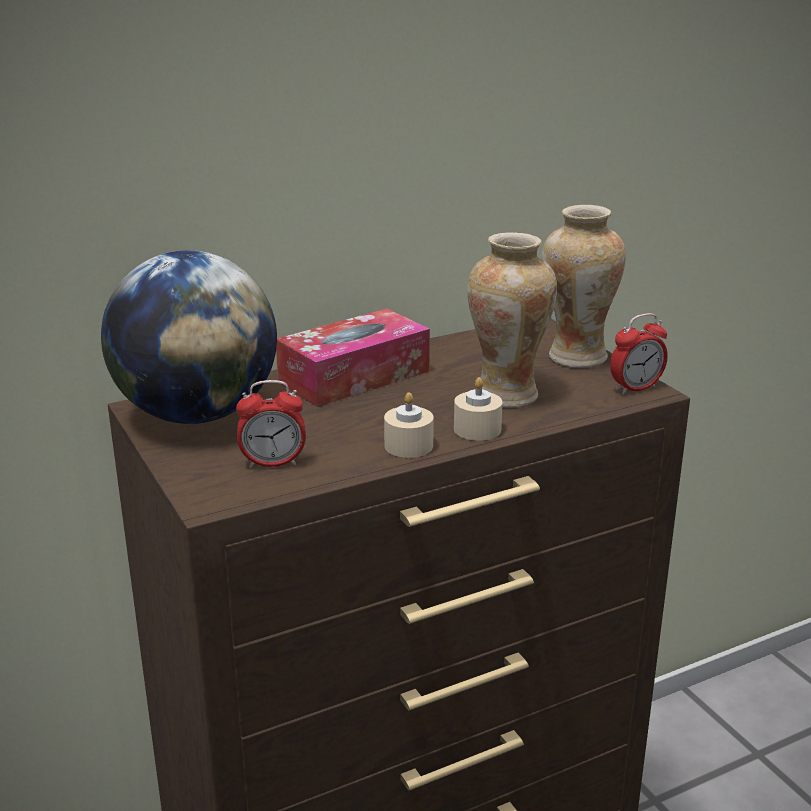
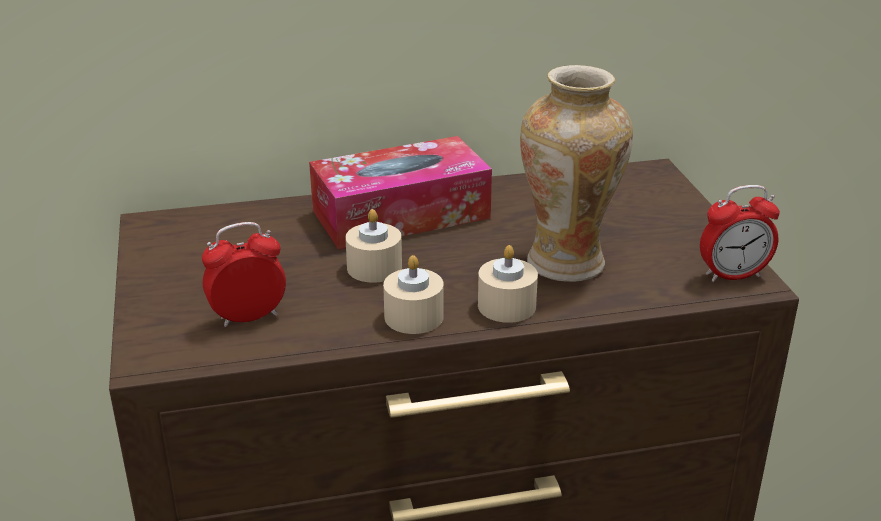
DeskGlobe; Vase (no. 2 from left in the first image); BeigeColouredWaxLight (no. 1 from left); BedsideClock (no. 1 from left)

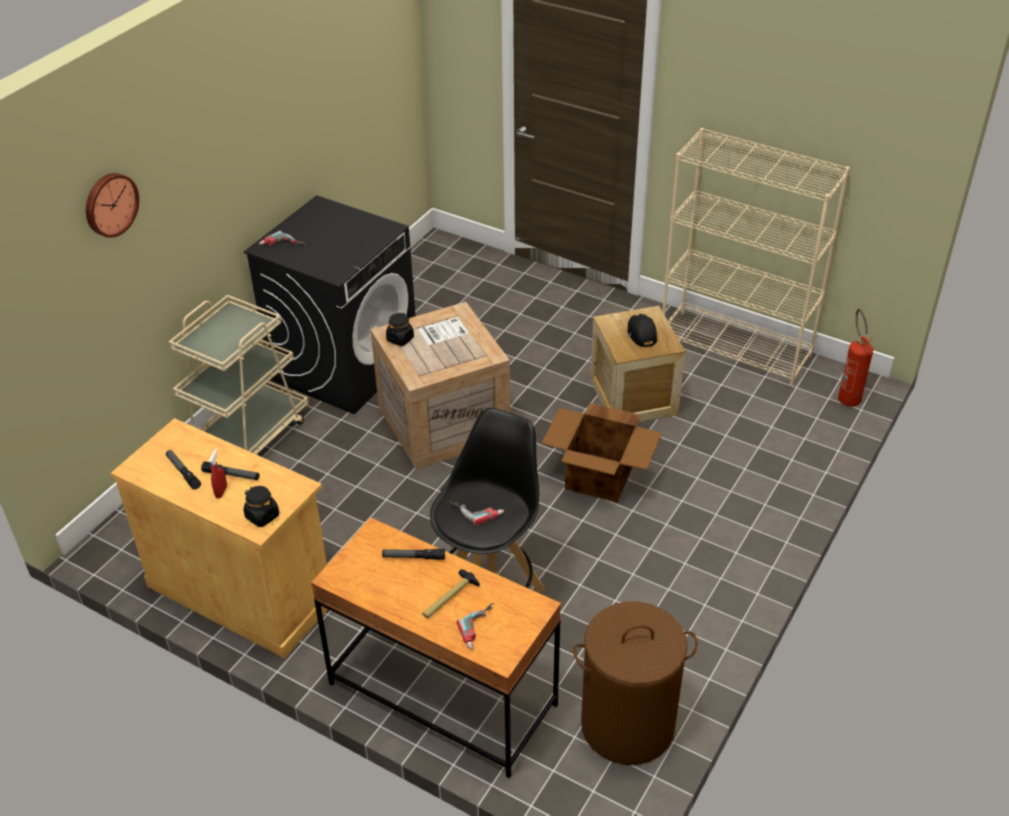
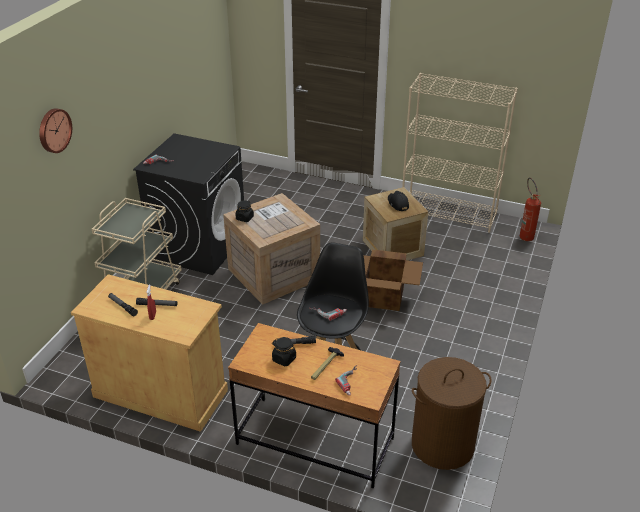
BlackishStorageJar (no. 2 from left)

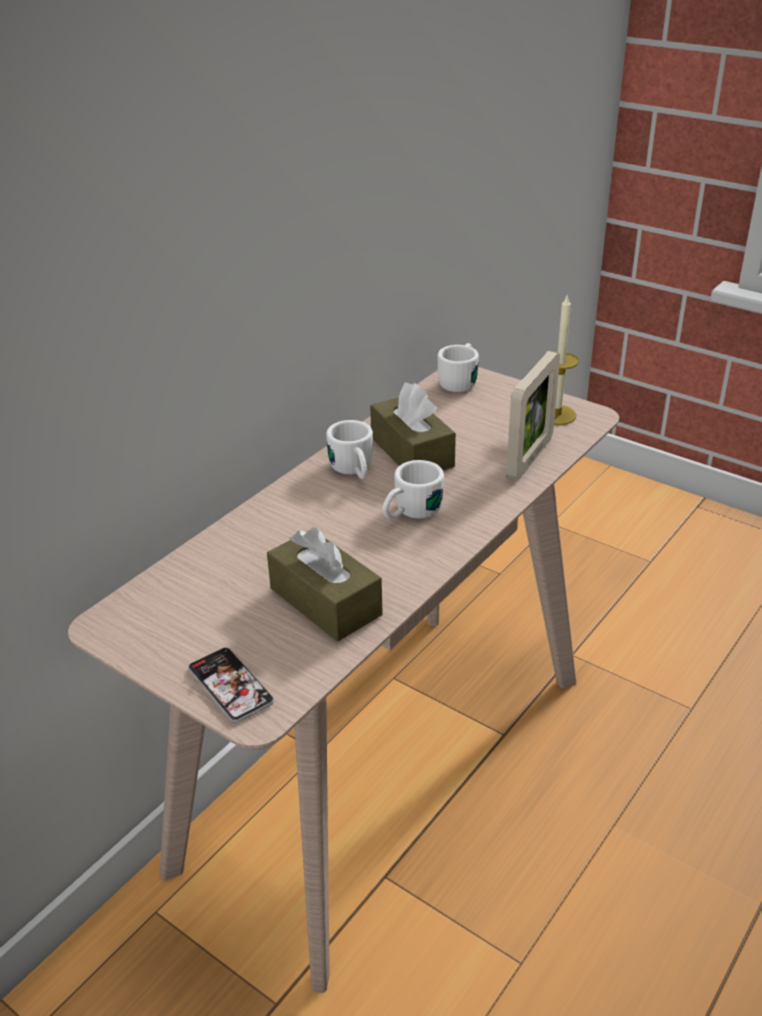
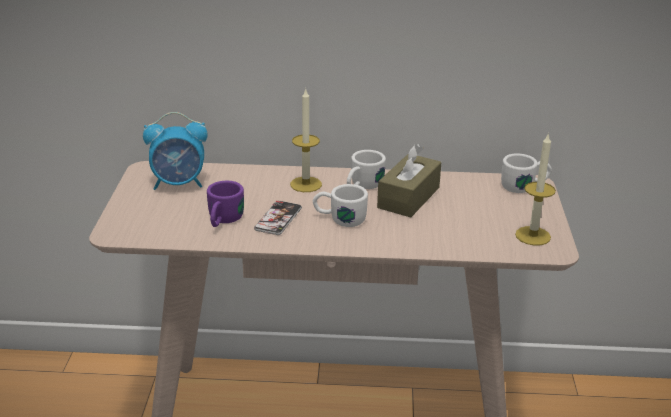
StandingFrame; BedsideClock; WaxLight (no. 1 from left); Telephone; PurpleColouredTeaMug

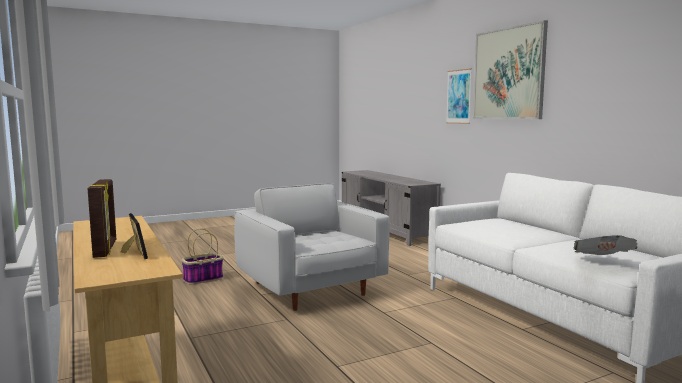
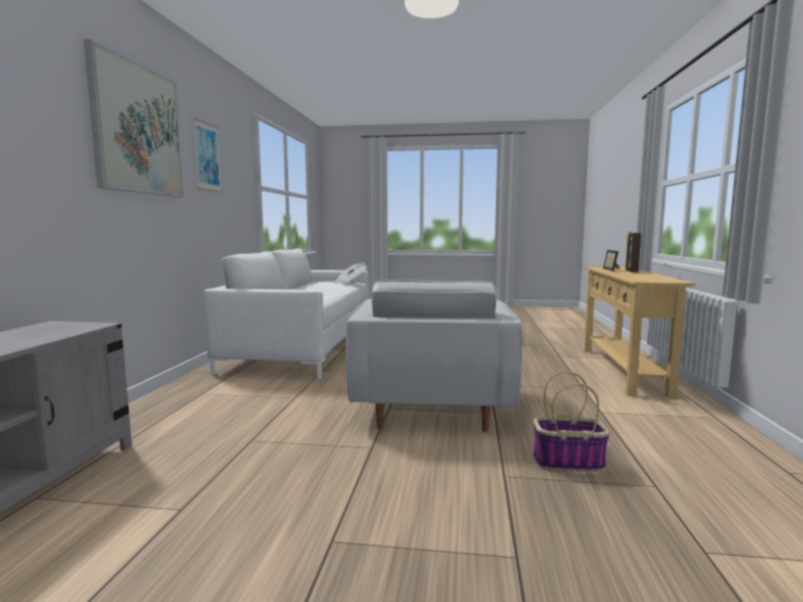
Picture (no. 2 from left)

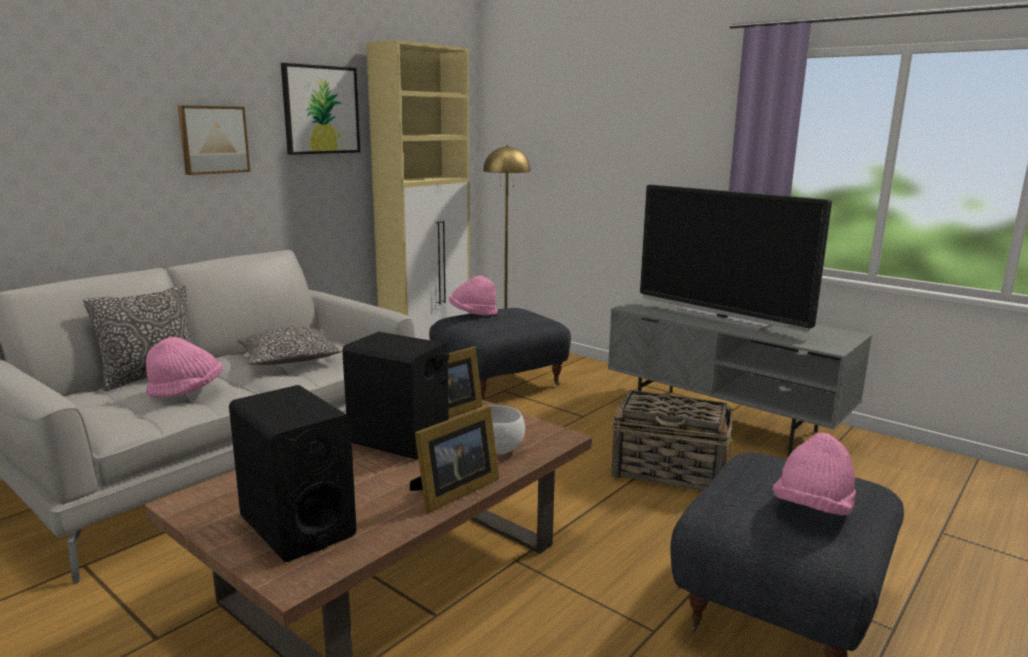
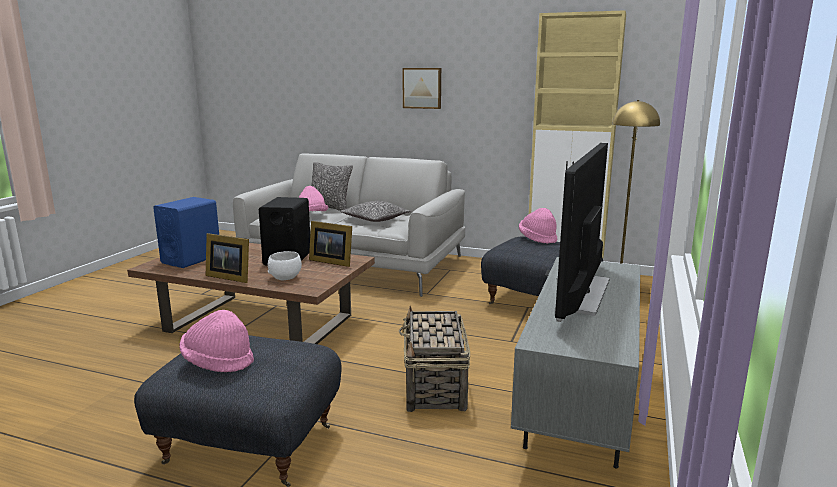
Picture (no. 2 from left in the first image); BluishSpeaker

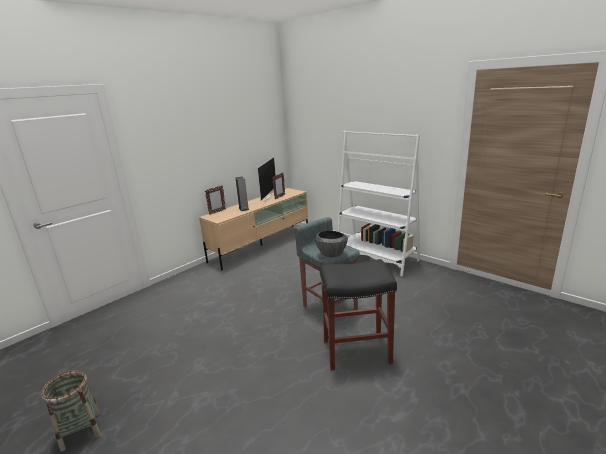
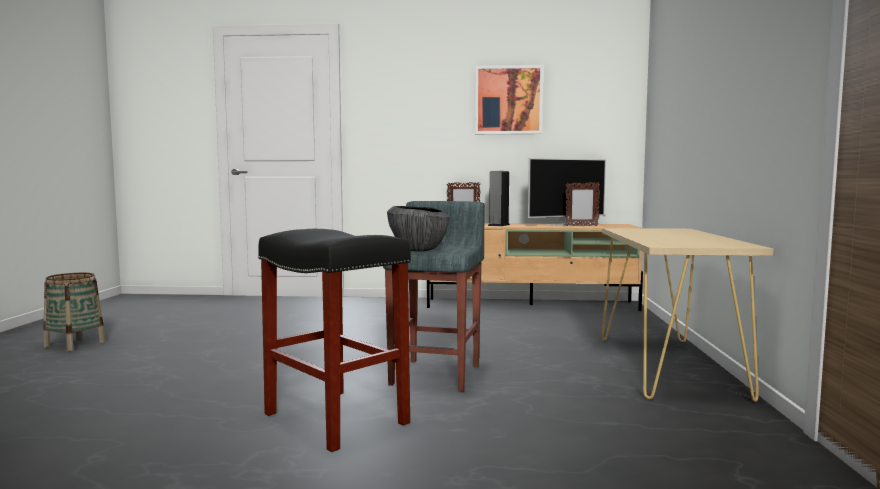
Picture; BeigeColouredConsoleTable

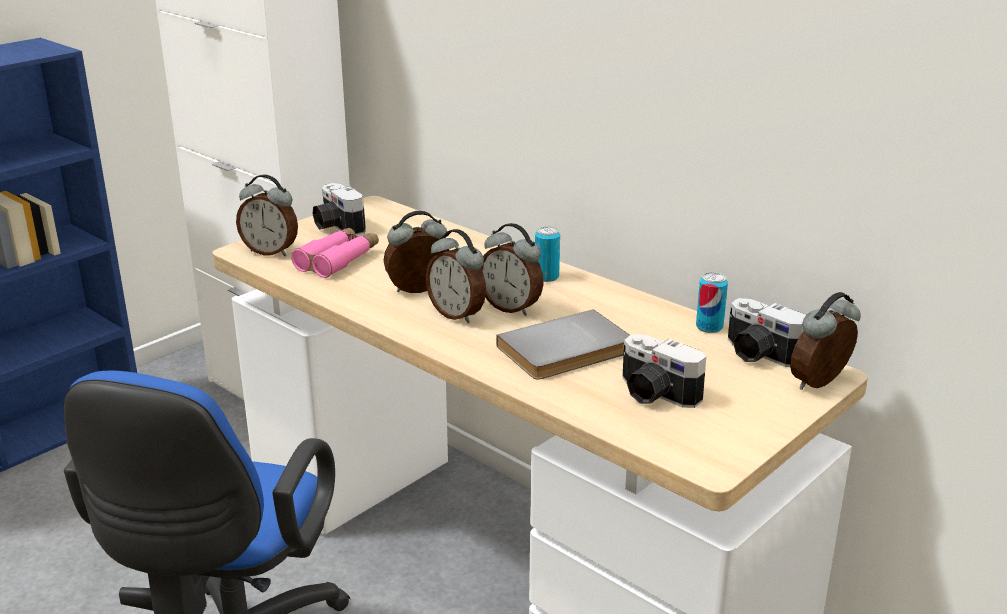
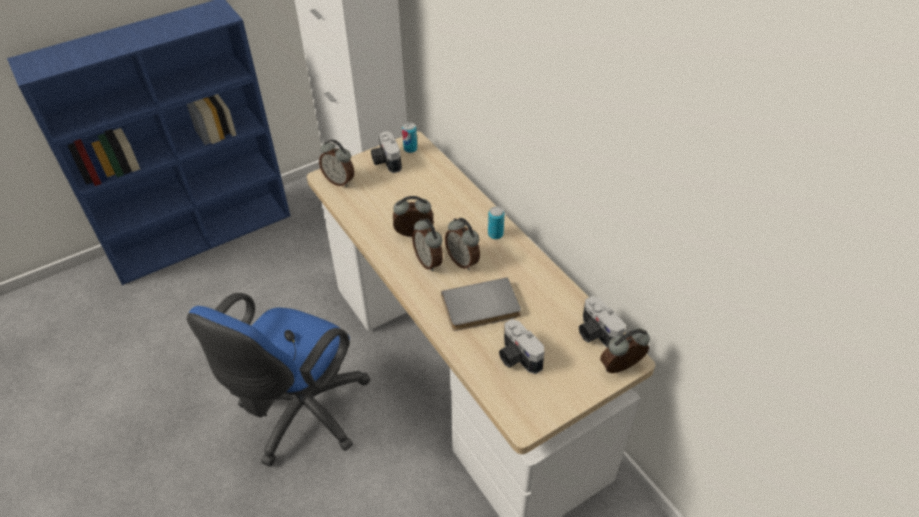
PinkColouredPairOfBinoculars; SealedCan (no. 1 from left)

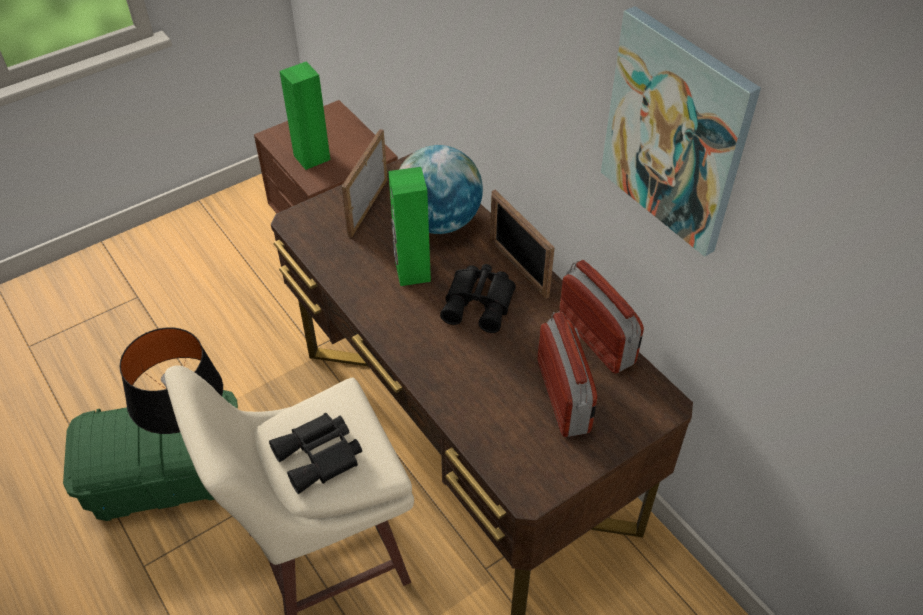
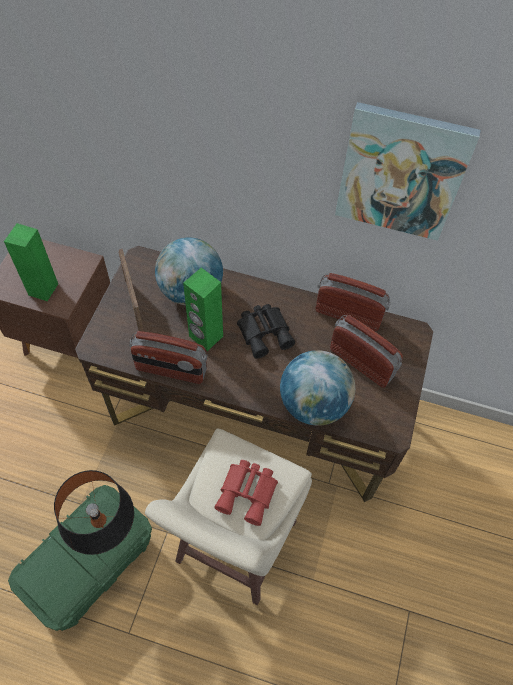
StandingFrame (no. 2 from left in the first image); Radio (no. 1 from left); DeskGlobe (no. 2 from left); ReddishPairOfBinoculars

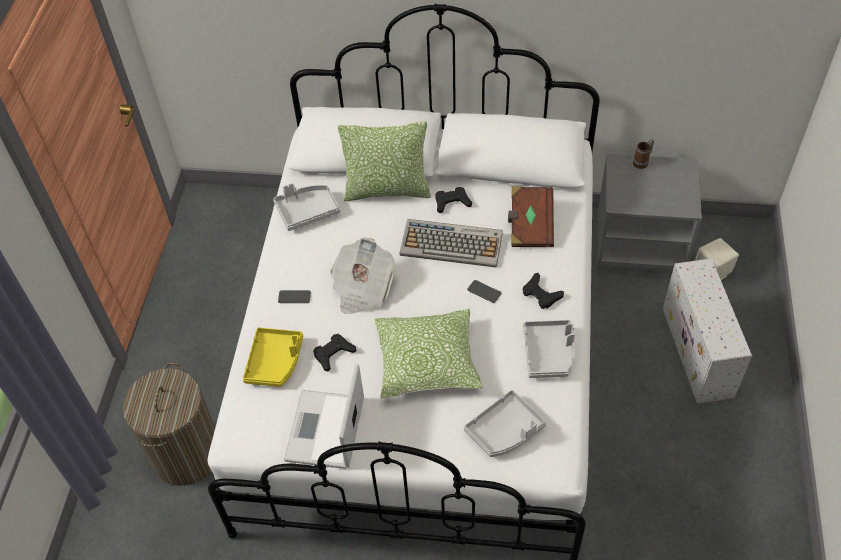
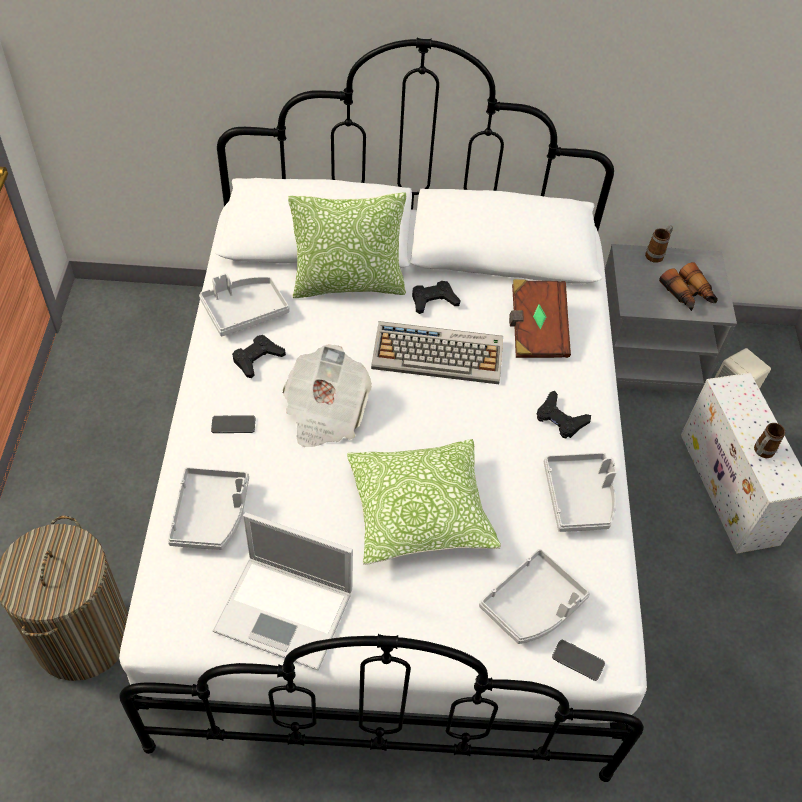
PairOfBinoculars; TeaMug (no. 2 from left); BlackishJoypad (no. 1 from left); Telephone (no. 2 from left); GreyServingTray (no. 1 from left); NotebookComputer

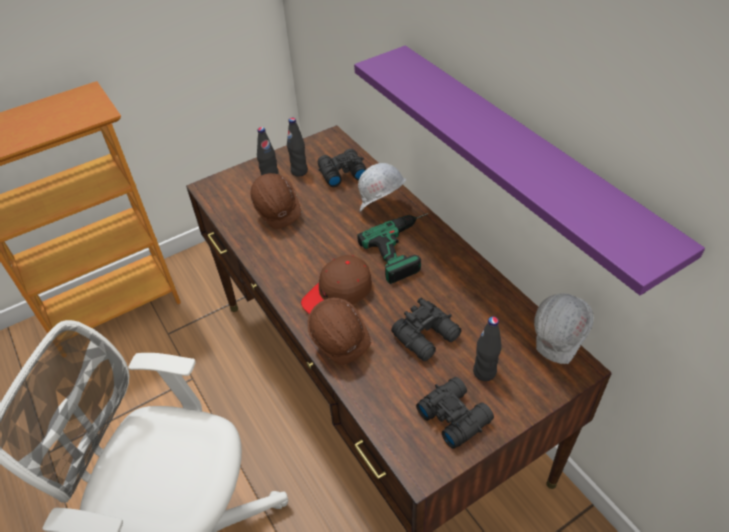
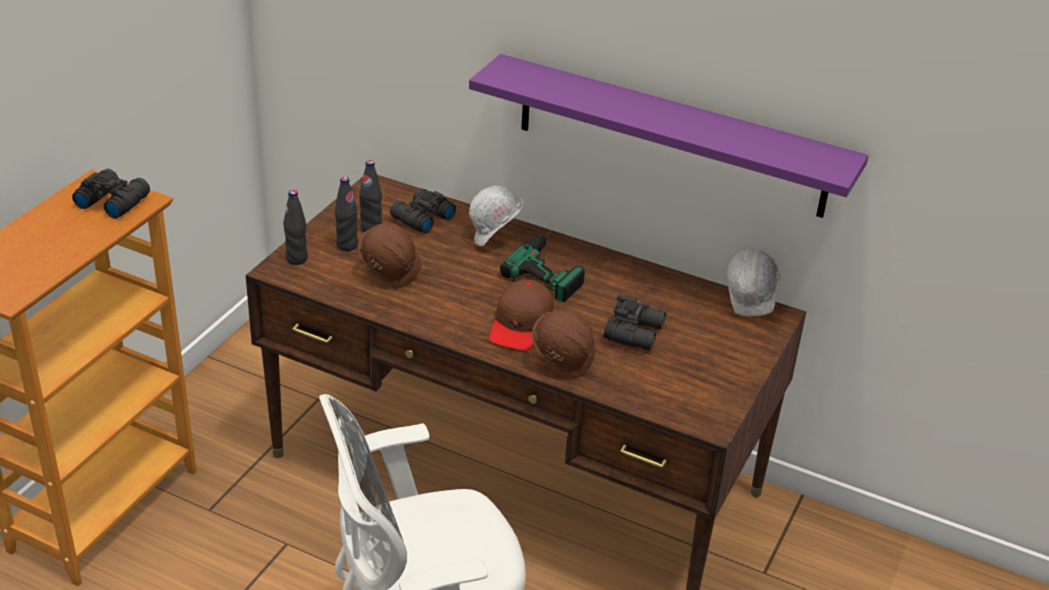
BlackishPairOfBinoculars (no. 1 from left); BlackishBeverageBottle (no. 1 from left)

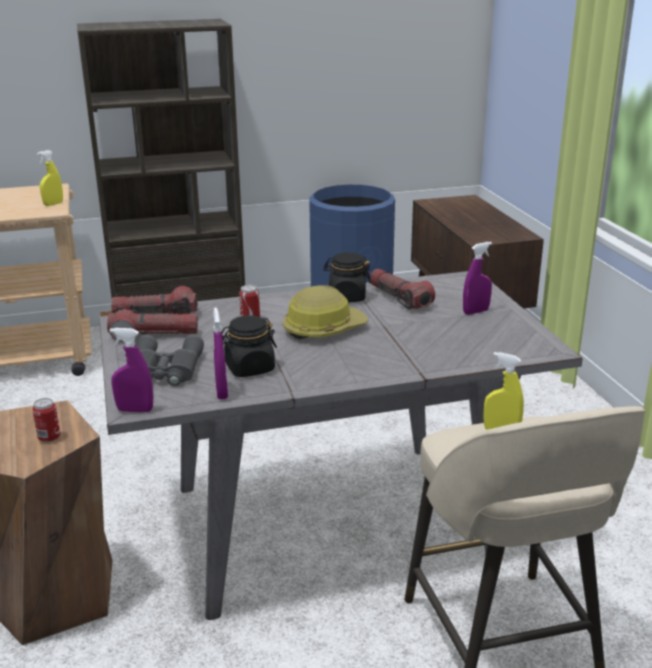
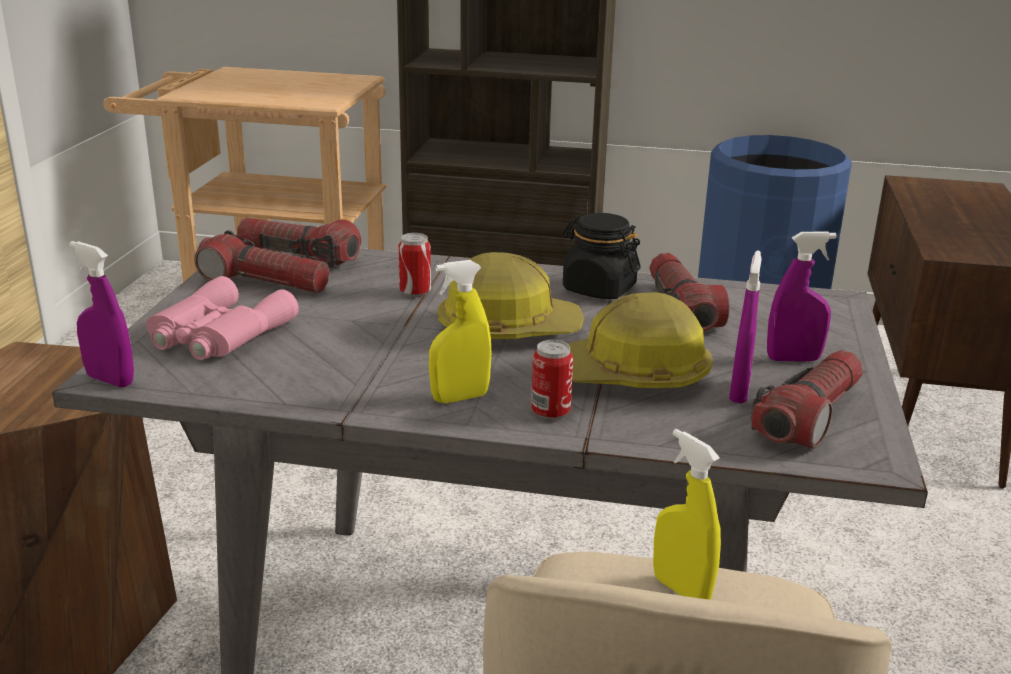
BlackishStorageJar (no. 1 from left in the first image); SafetyHelmet (no. 2 from left); HandTorch (no. 4 from left); SealedCan (no. 2 from left); YellowColouredHandSprayer (no. 1 from left); PurpleColouredHandSprayer (no. 2 from left); PinkColouredPairOfBinoculars

